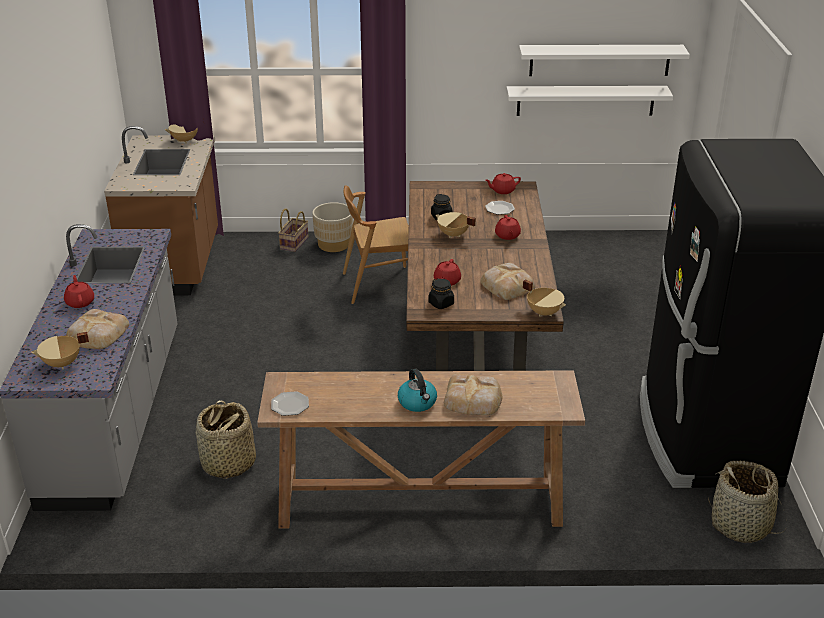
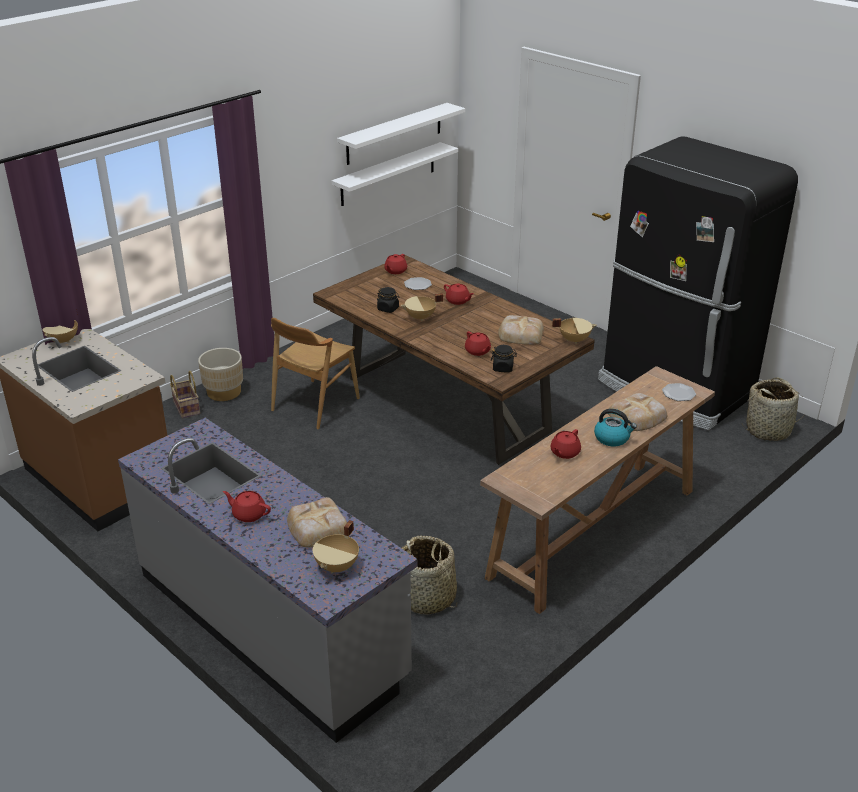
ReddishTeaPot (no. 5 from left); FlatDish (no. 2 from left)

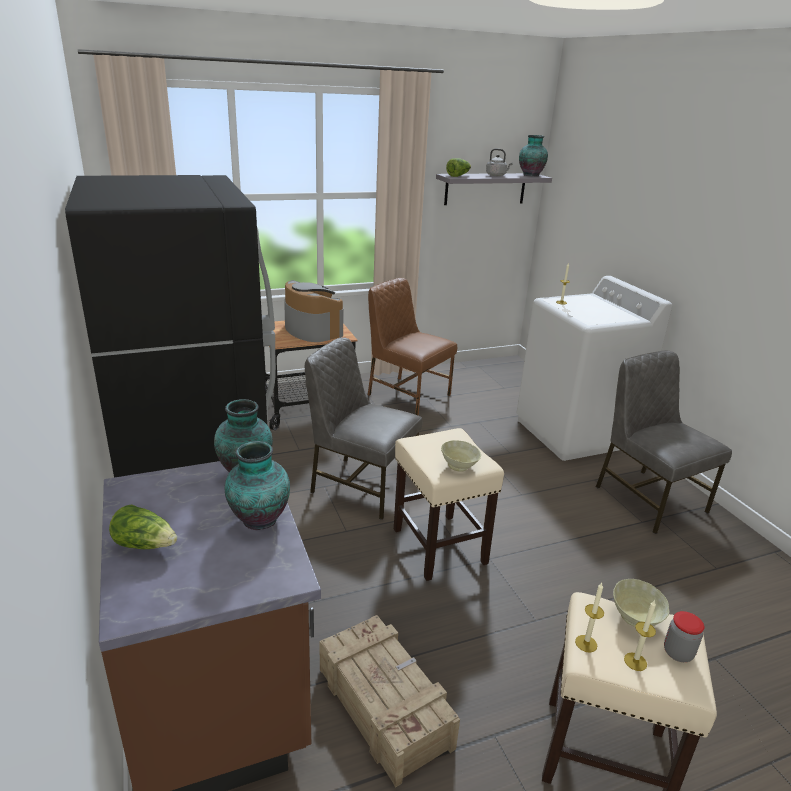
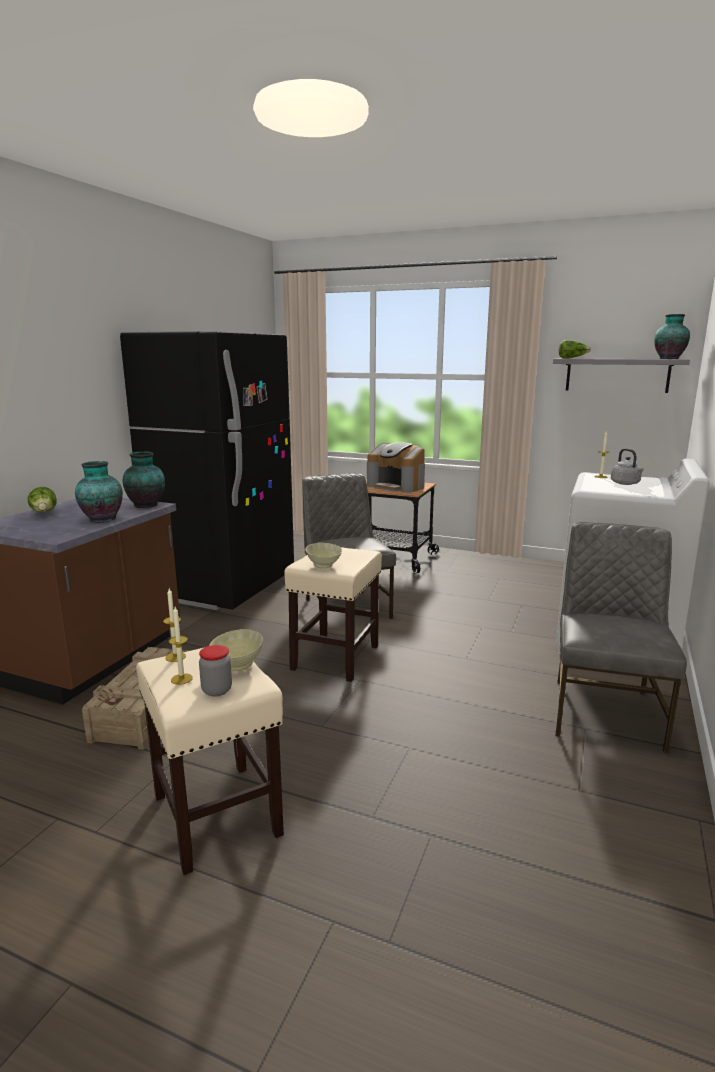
BrownPlainChair; GreyWaterKettle; CoffeeBrewer

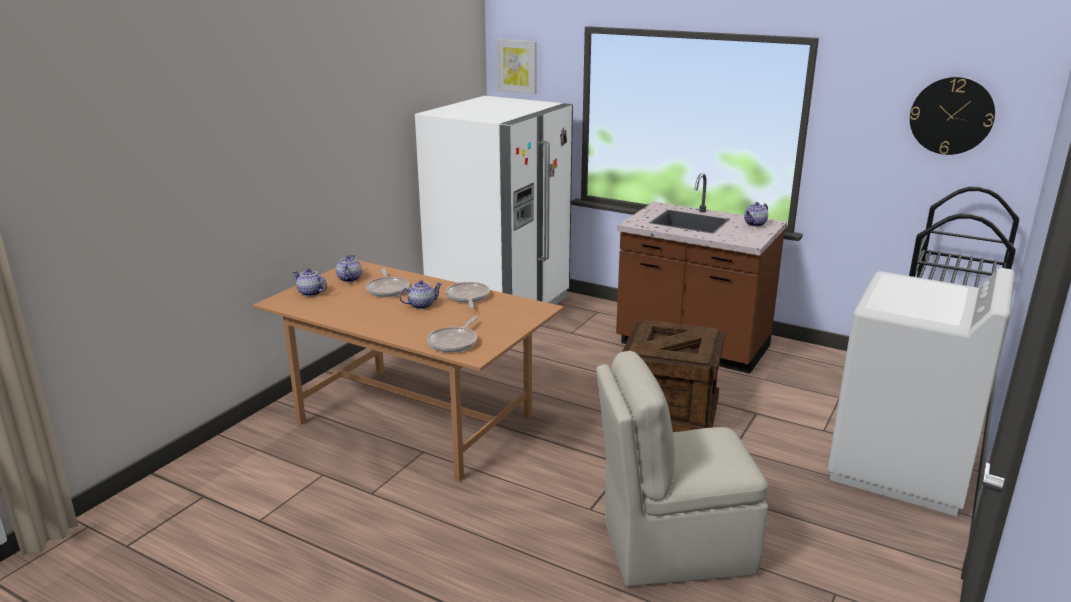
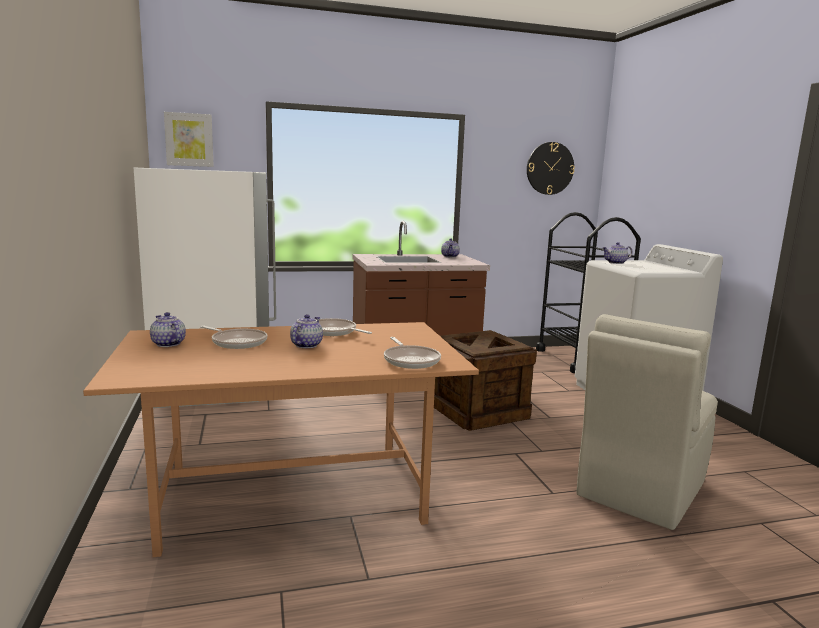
TeaPot (no. 4 from left)

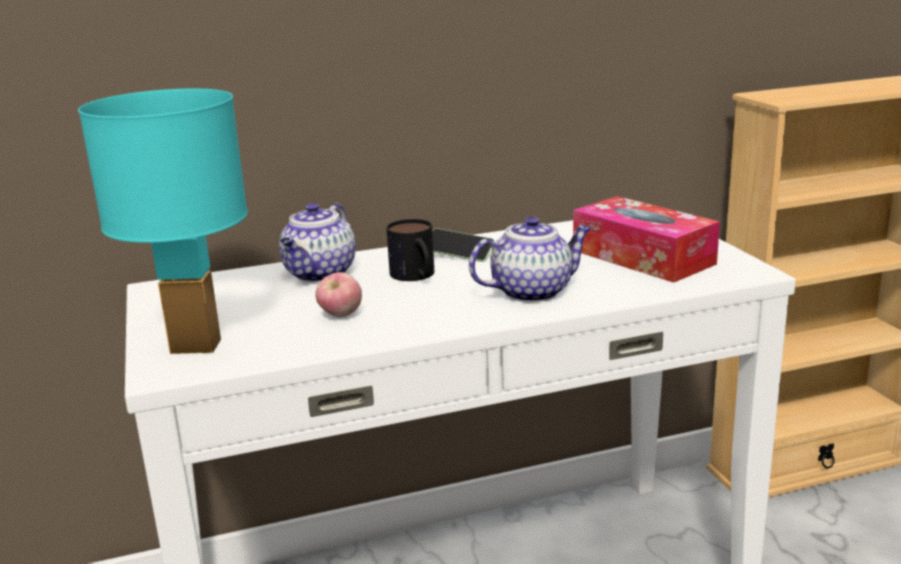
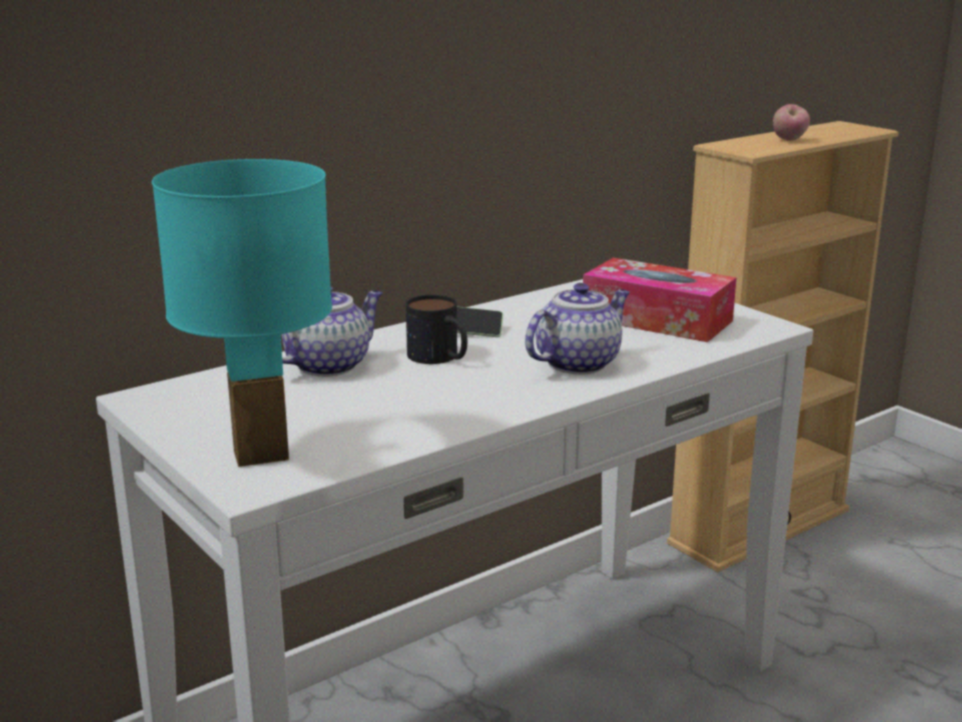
Apple; TeaPot (no. 1 from left)

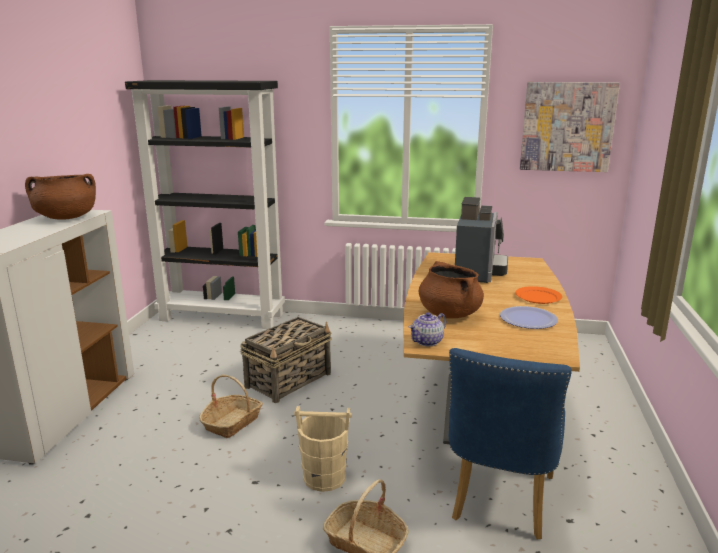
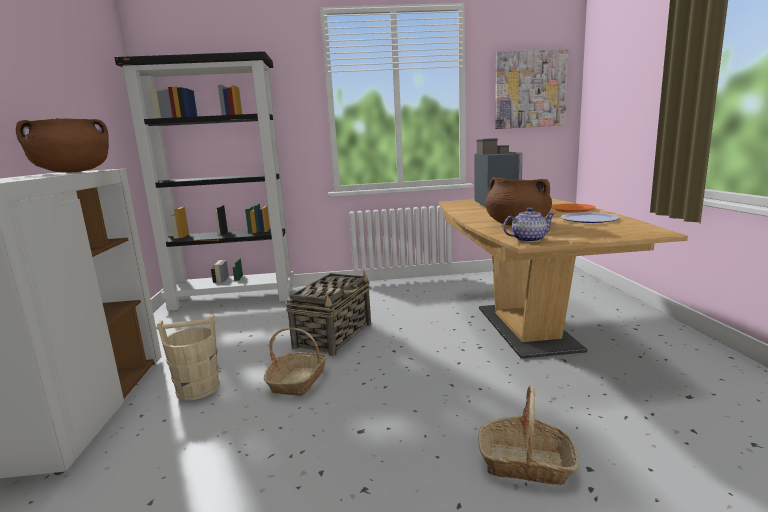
BluishPlainChair; BeigeColouredWaterBucket; TeaPot

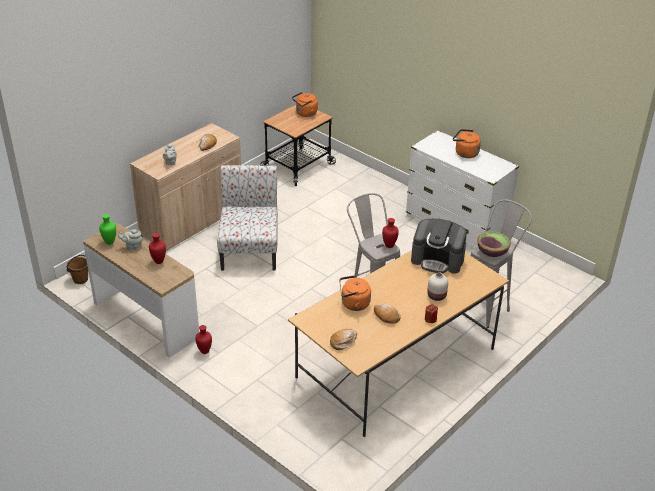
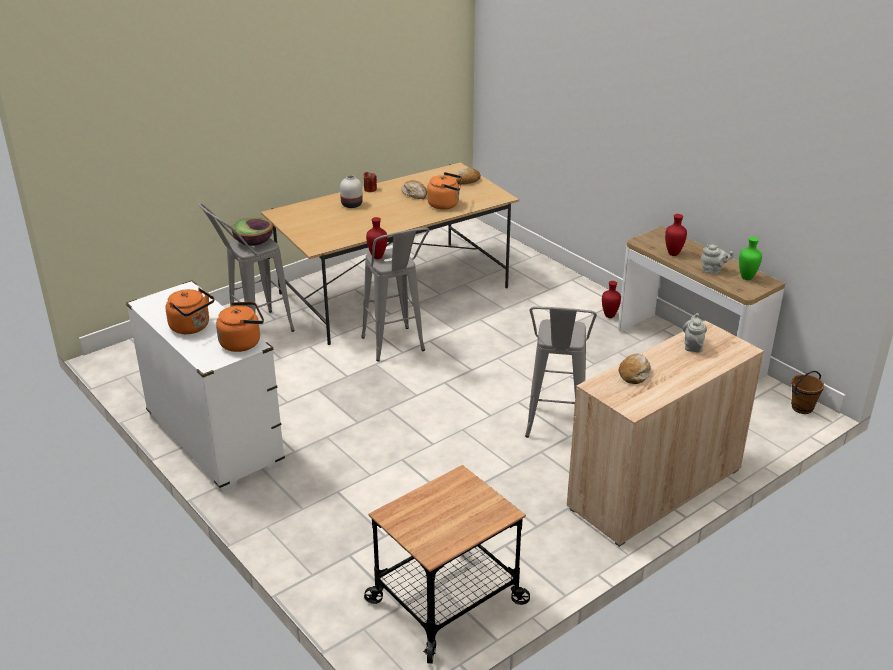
CoffeeBrewer; OrangeyWaterKettle (no. 2 from left); GreyStool (no. 3 from left)

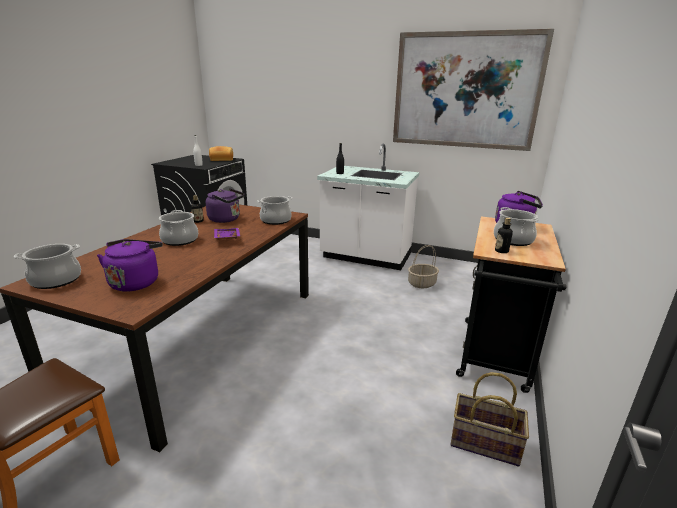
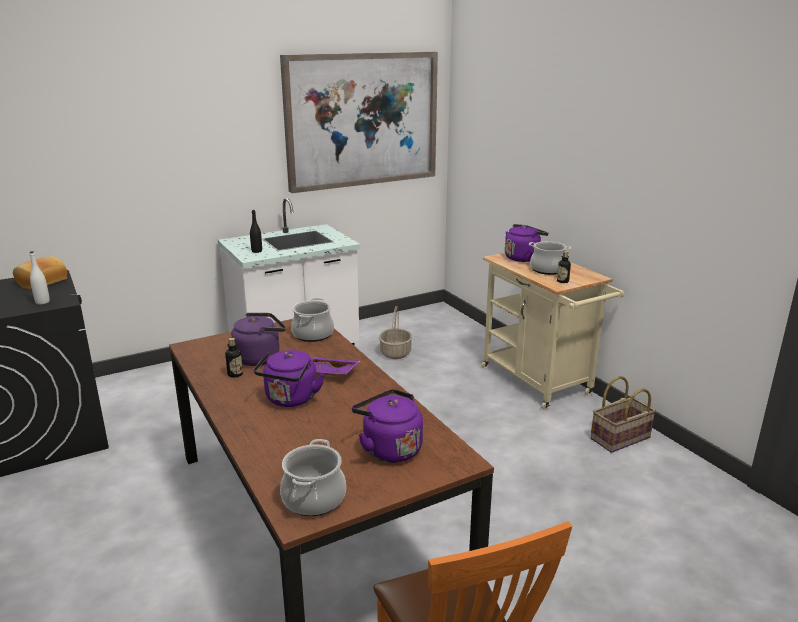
PurpleColouredWaterKettle (no. 2 from left); BeigeColouredWheeledCart

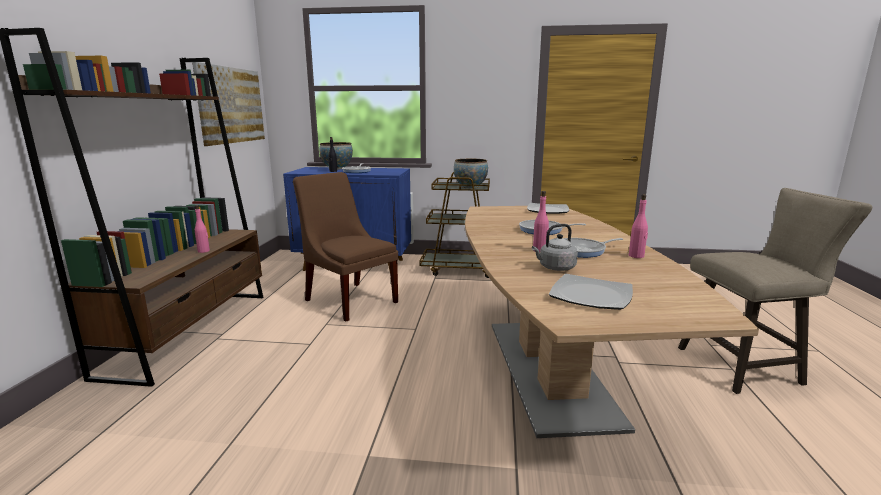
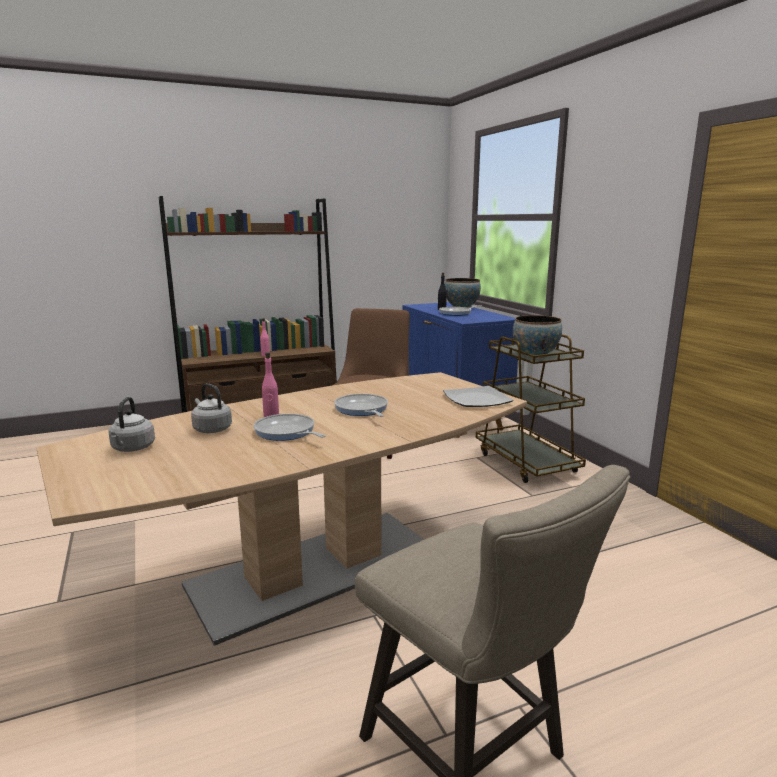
Picture; PinkColouredBeverageBottle (no. 3 from left in the first image); GreyWaterKettle (no. 1 from left)

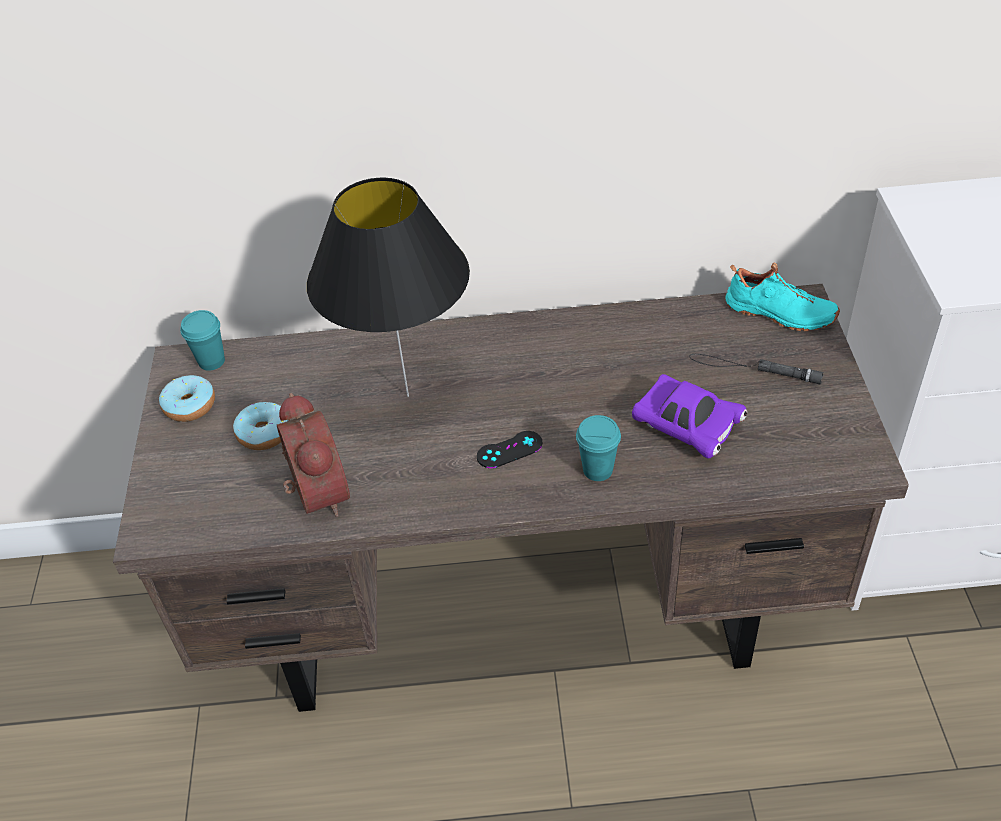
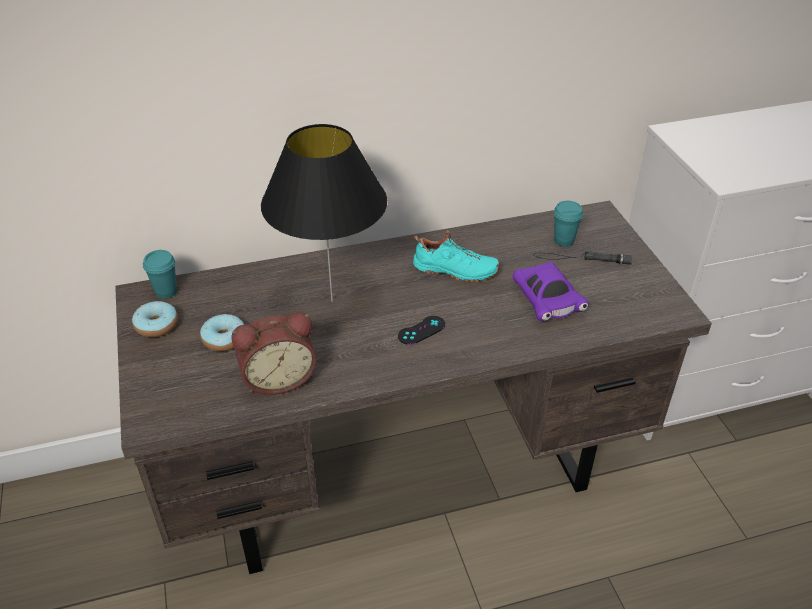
BlueGreenCup (no. 2 from left); BlueGreenItemOfFootwear; BedsideClock; PurpleColouredToyCar

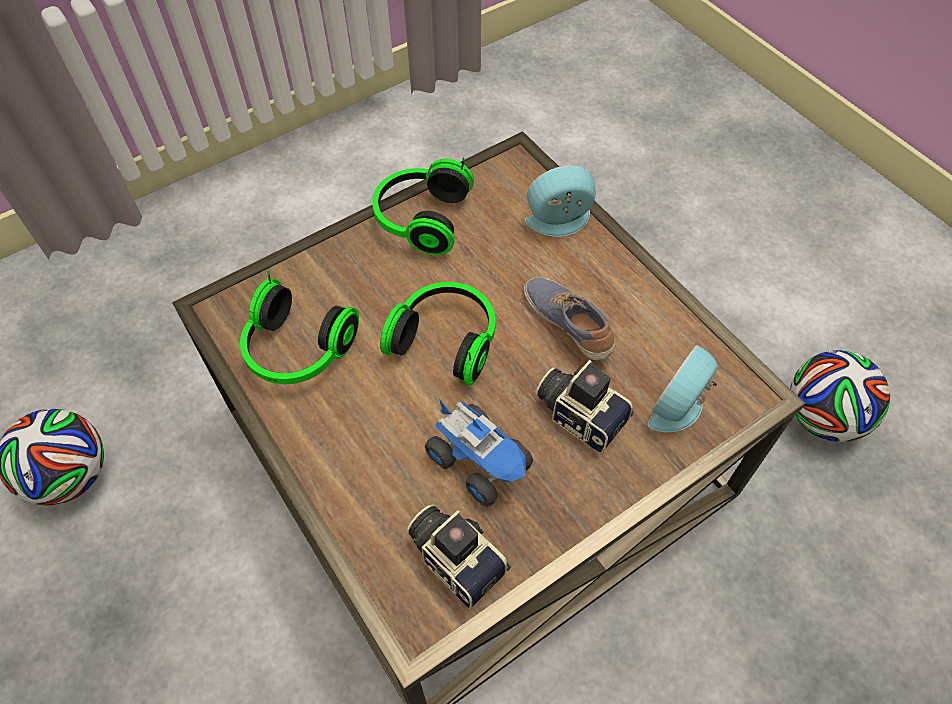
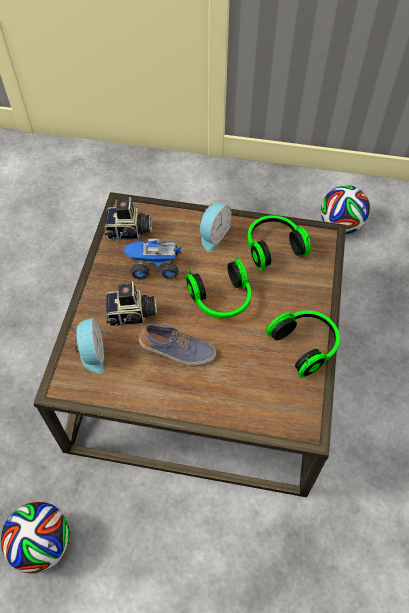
BedsideClock (no. 2 from left)

